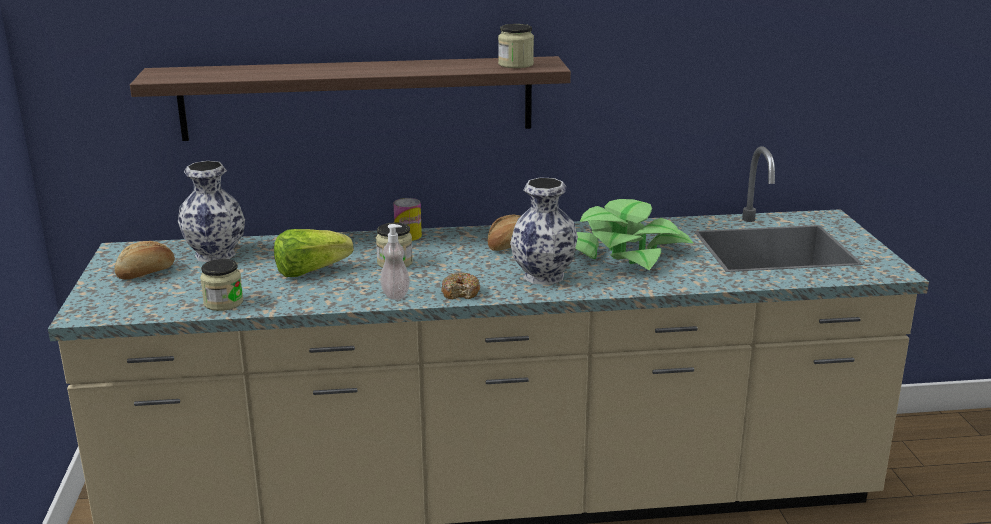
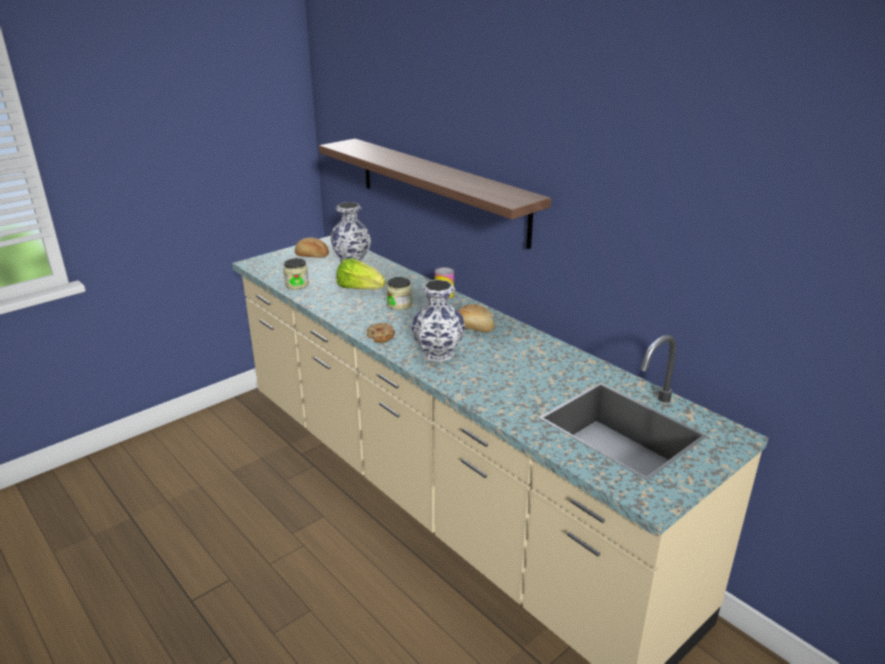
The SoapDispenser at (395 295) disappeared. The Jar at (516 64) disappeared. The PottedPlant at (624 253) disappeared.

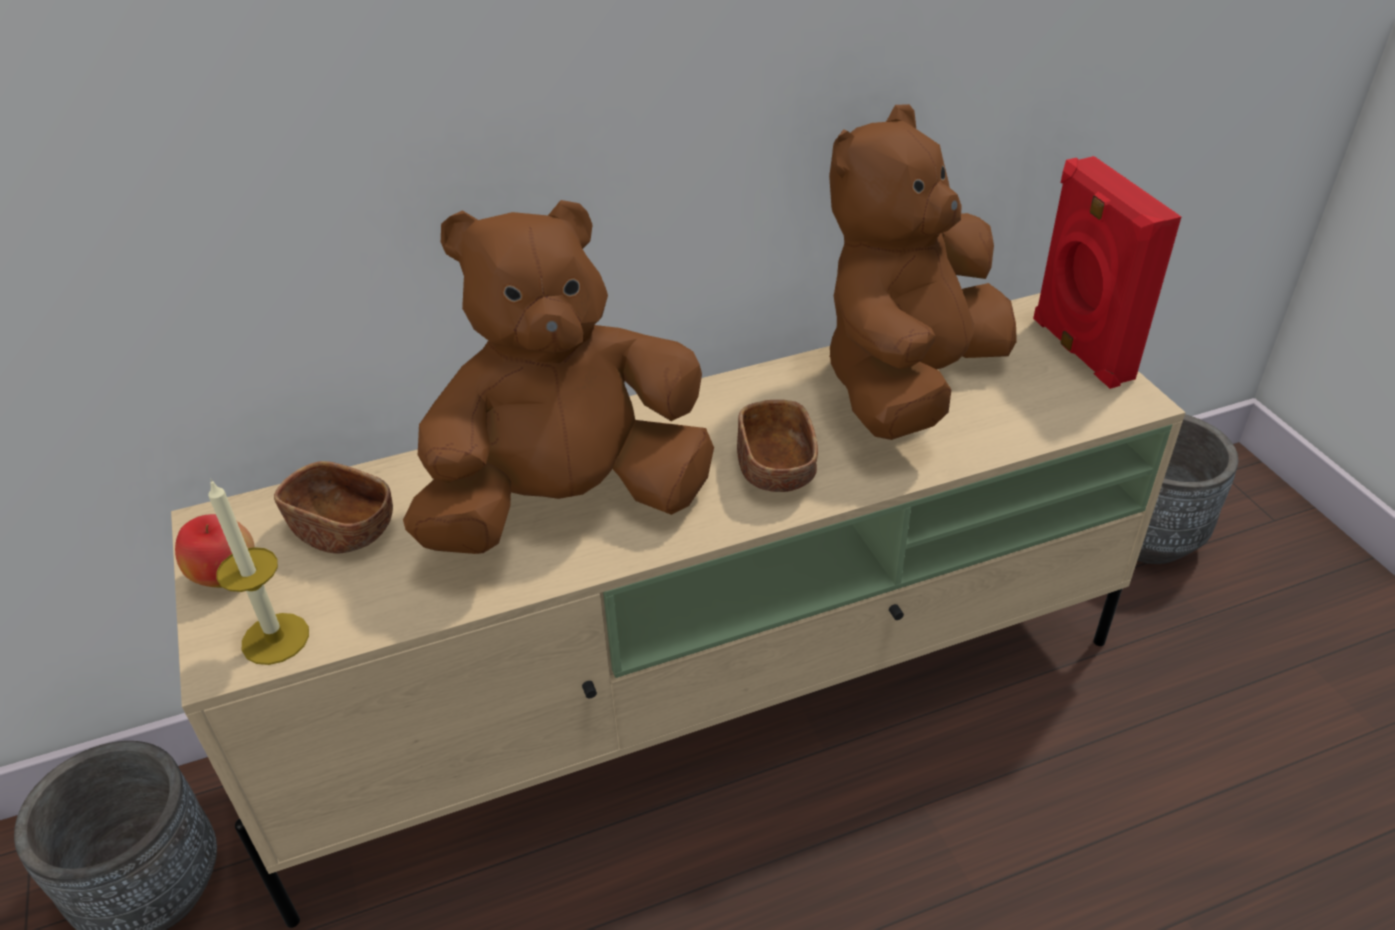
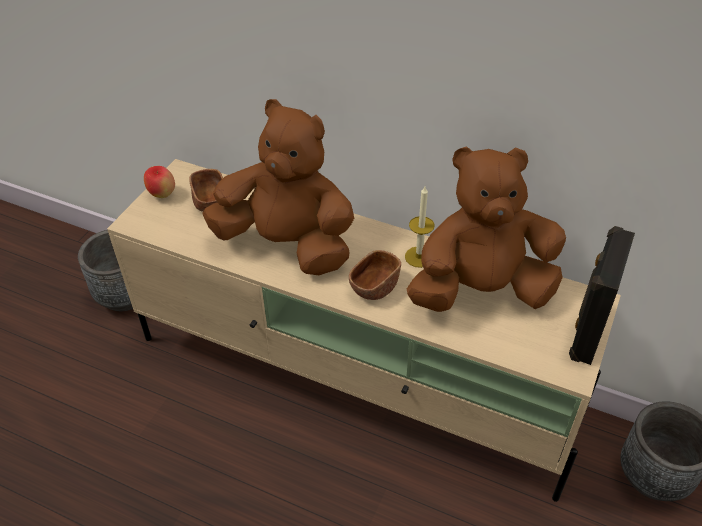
The Candle moved from (275 638) to (419 257). The RedSpeaker at (1078 350) became the BlackSpeaker at (586 332).

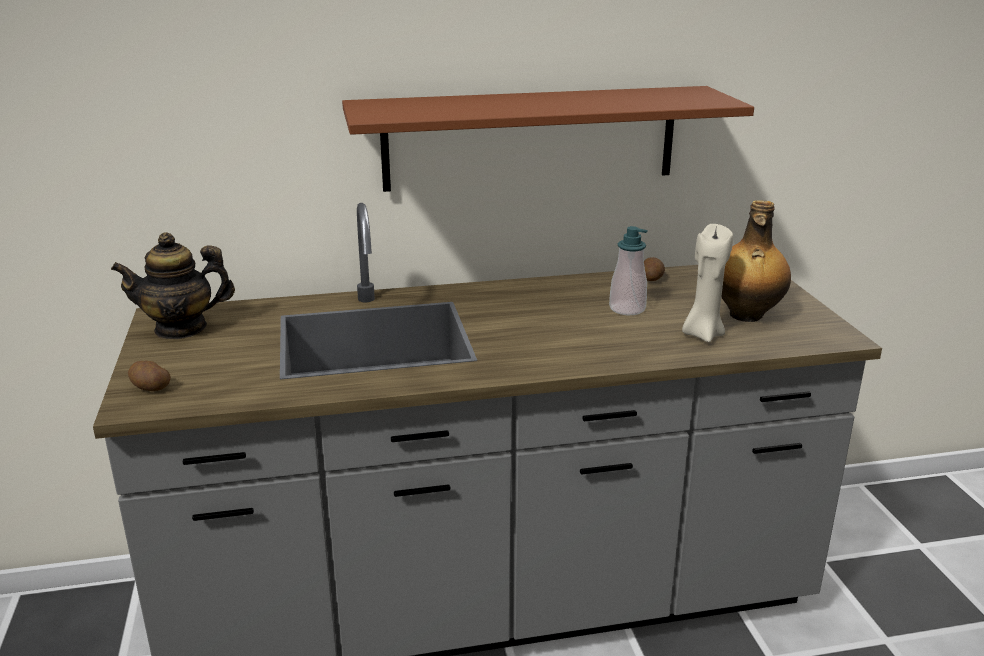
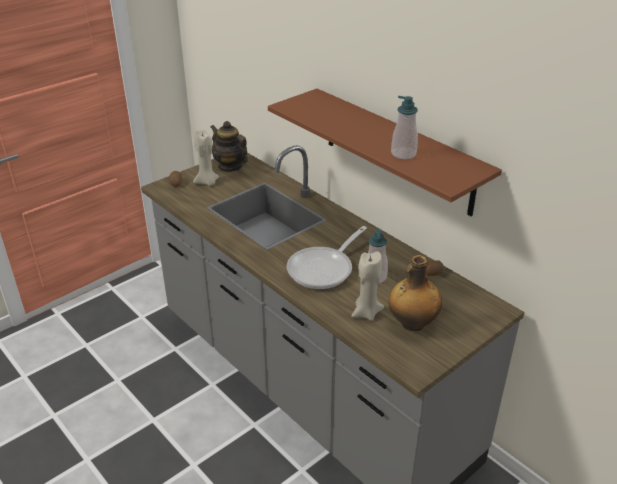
The BeigeCandle at (207 182) appeared. The FryingPan at (324 269) appeared. The SoapDispenser at (403 154) appeared.

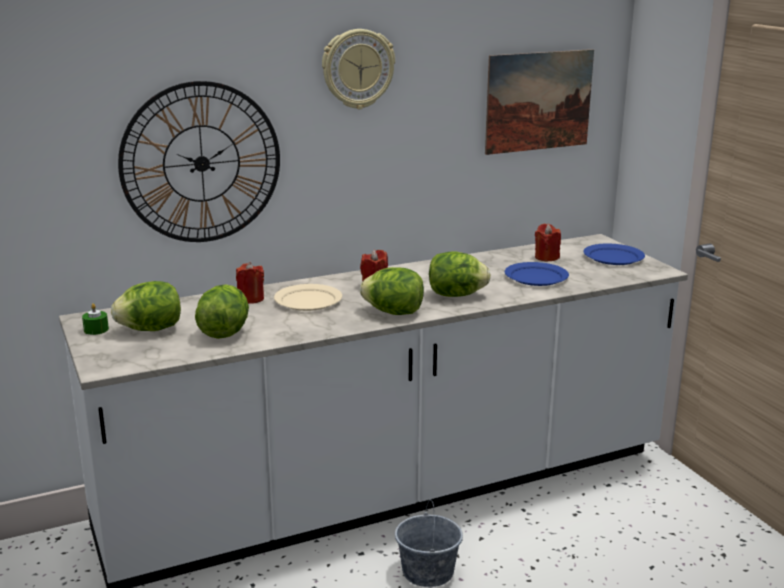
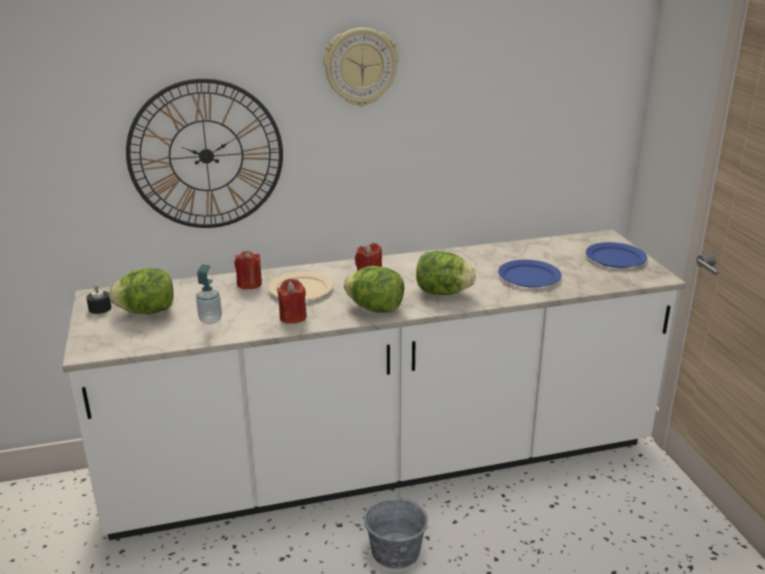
The GreenCandle at (96 329) became the BlackCandle at (100 308). The Lettuce at (224 332) was replaced by the SoapDispenser at (210 320). The RedCandle moved from (546 257) to (293 317). The Picture at (538 101) disappeared.

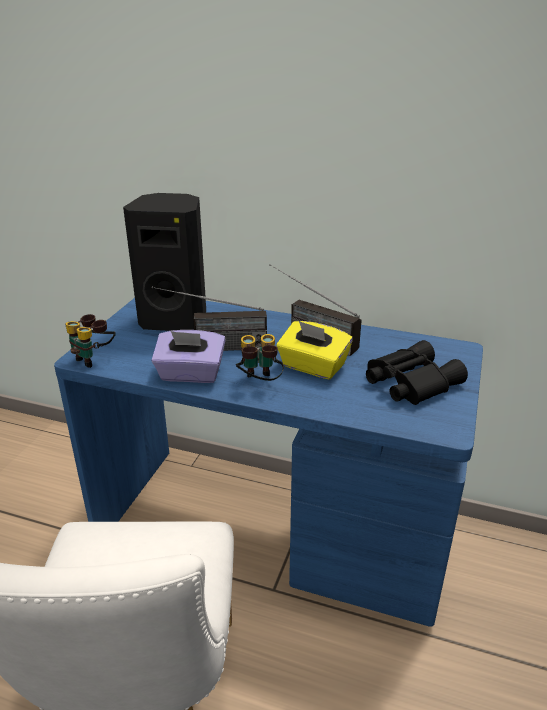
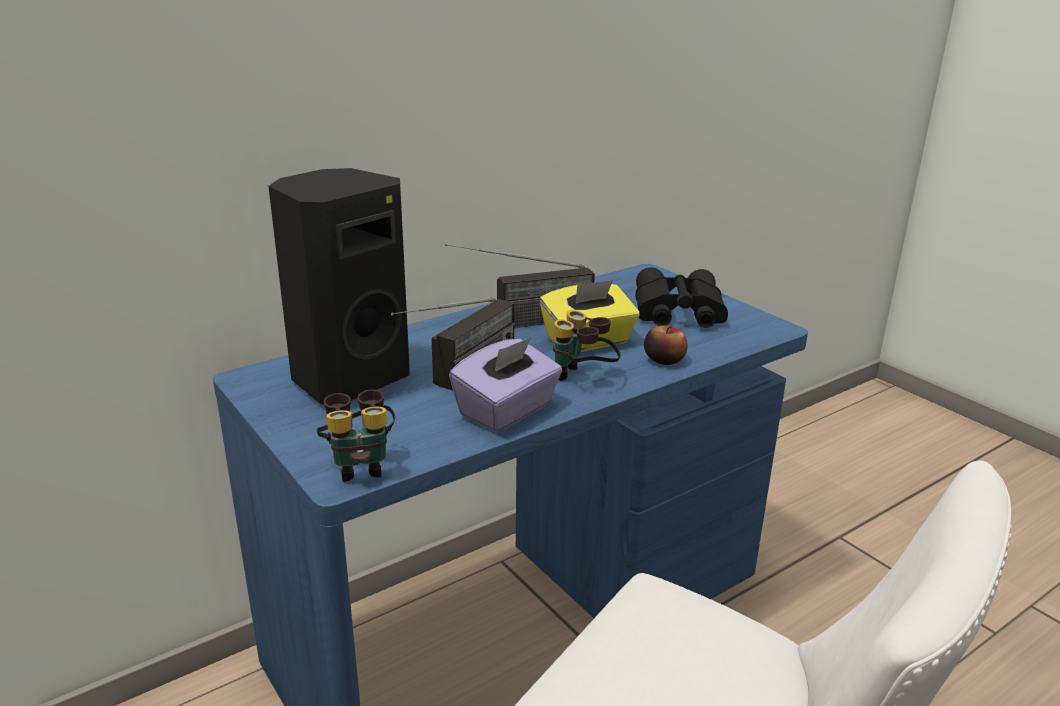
The Apple at (664 359) appeared.

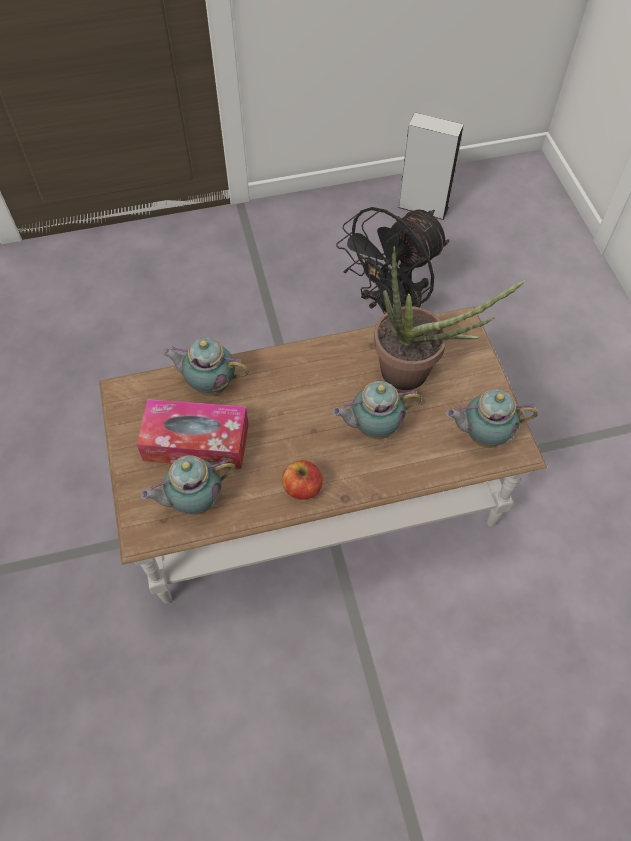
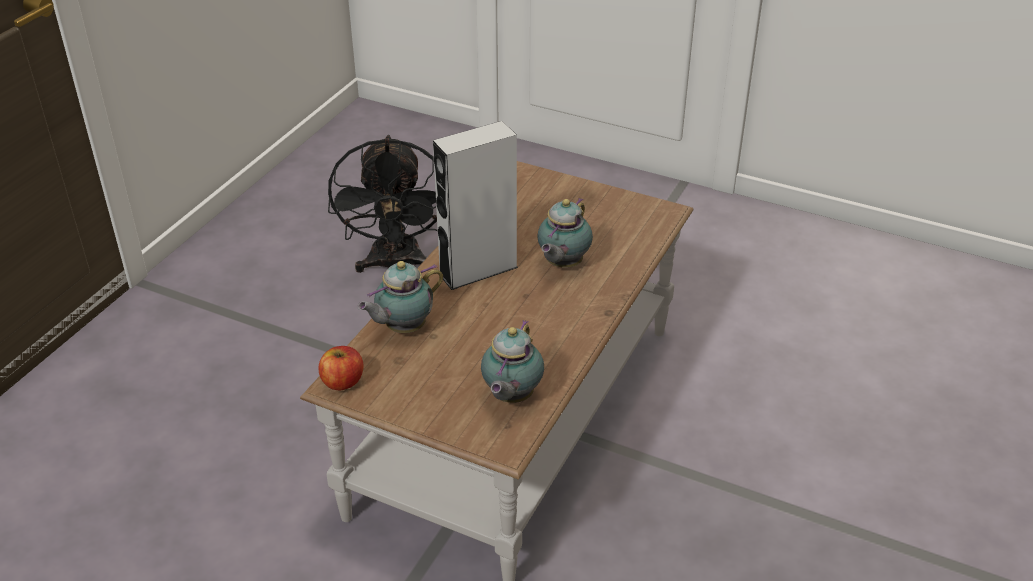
The Apple moved from (302 487) to (342 382). The GreySpeaker moved from (423 207) to (478 270). The TissueBox at (196 442) disappeared. The PottedPlant at (415 375) disappeared. The Teapot at (482 435) disappeared.

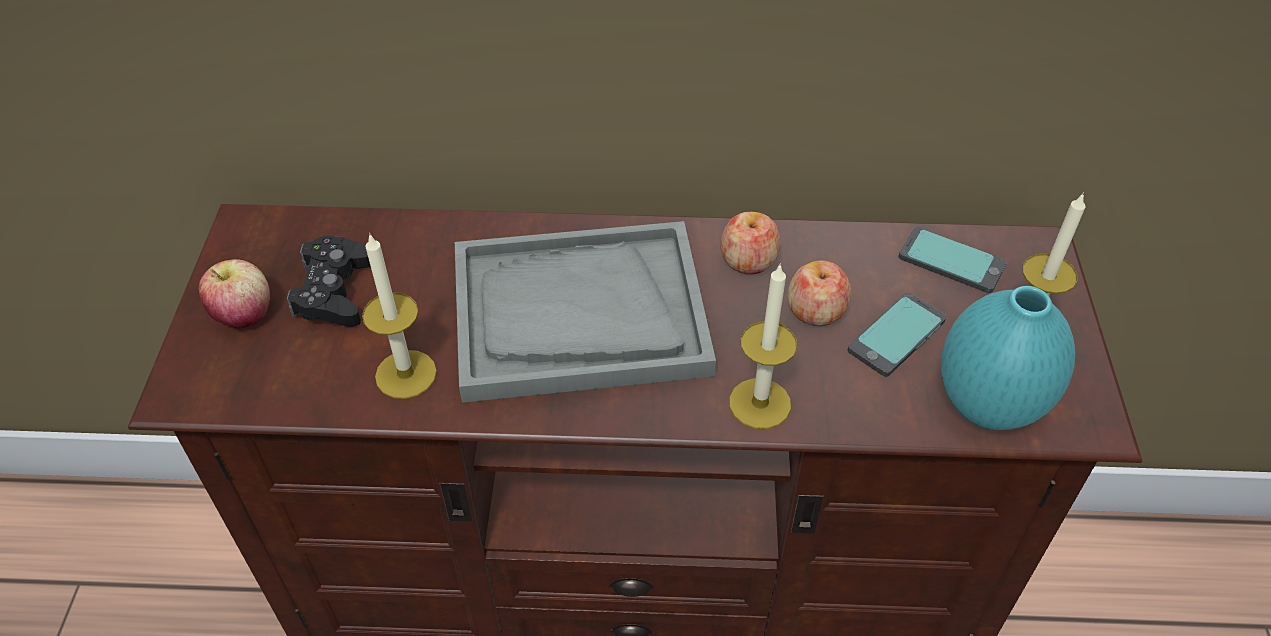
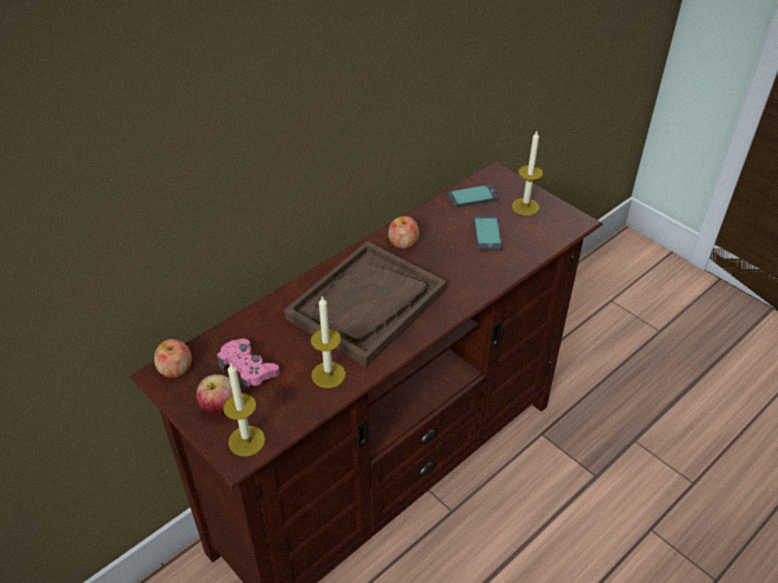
The Apple moved from (815 311) to (175 368). The BlackGameController at (334 291) became the PinkGameController at (248 369). The Candle moved from (760 403) to (246 441). The GreyTray at (579 315) became the BrownTray at (367 305). The TurquoiseVase at (988 406) disappeared.

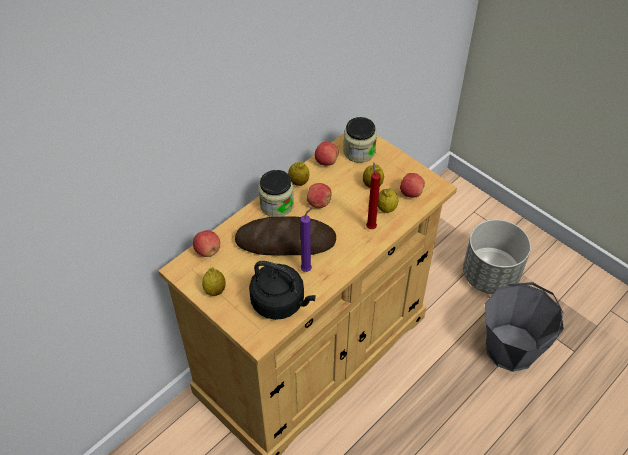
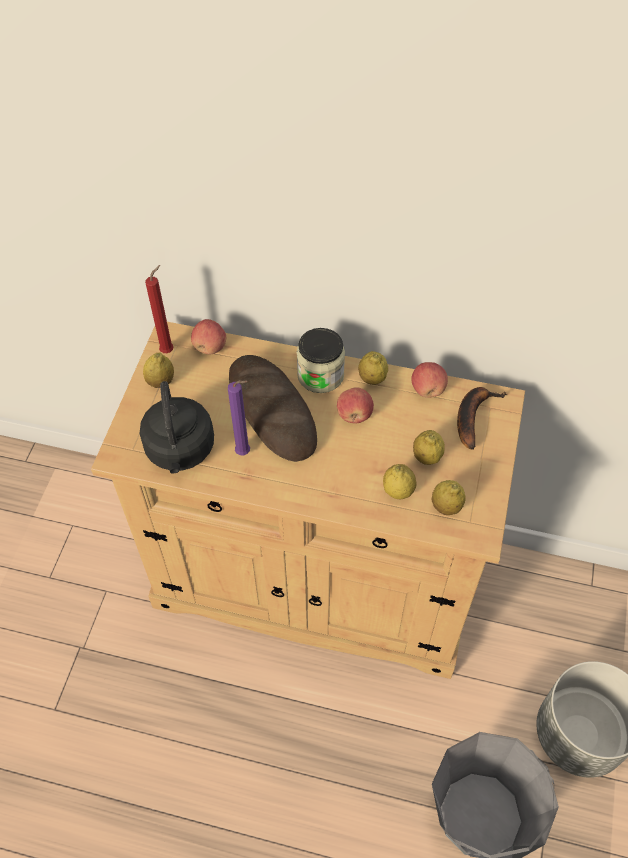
The RedCandle moved from (370 226) to (169 350). The Apple at (411 193) was replaced by the Lemon at (446 506). The Jar at (359 151) was replaced by the Banana at (472 415).

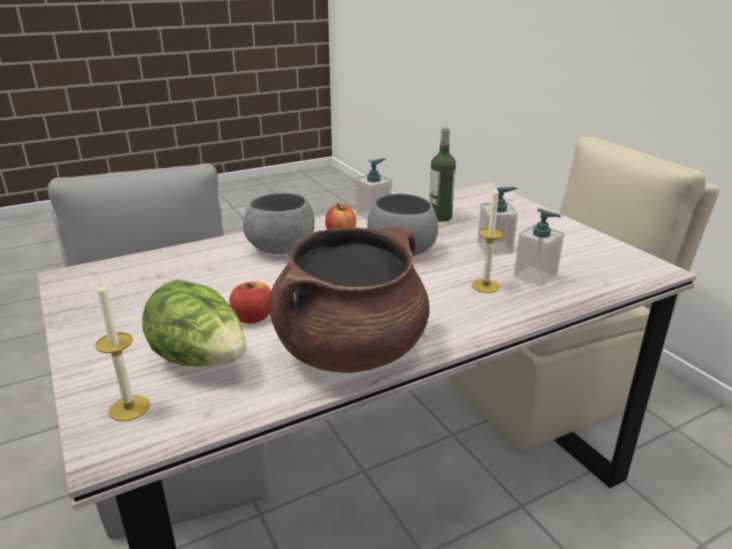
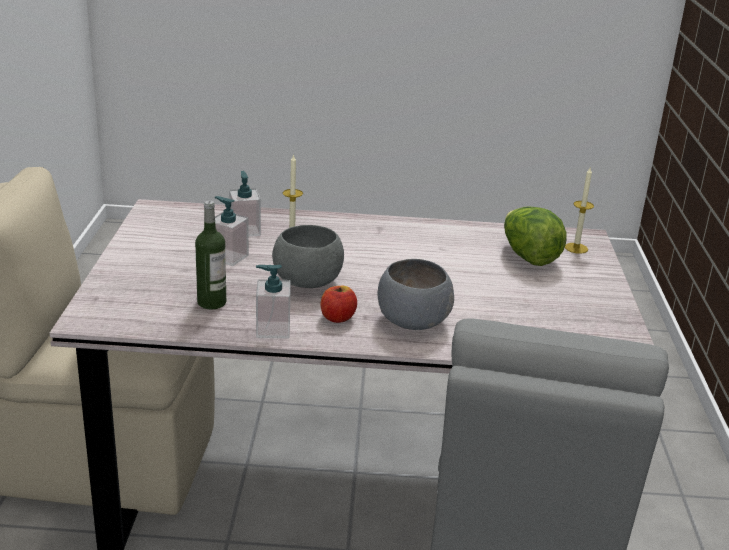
The Apple at (253 317) disappeared. The BrownCookingPot at (350 350) disappeared.

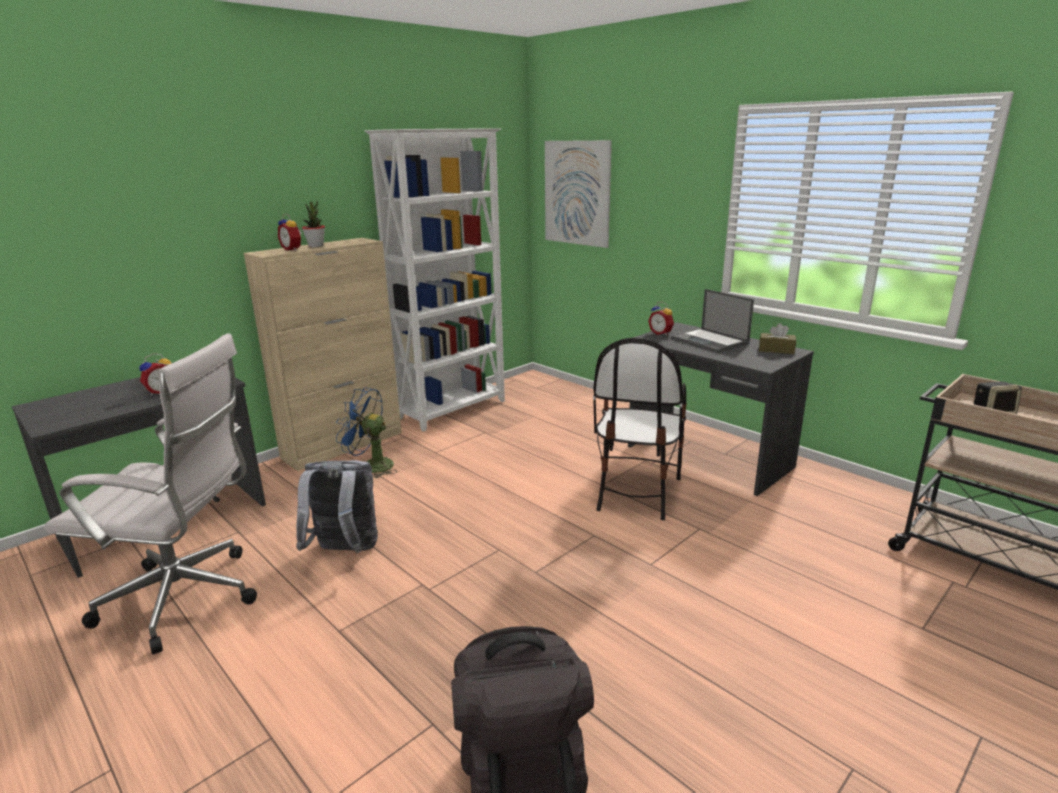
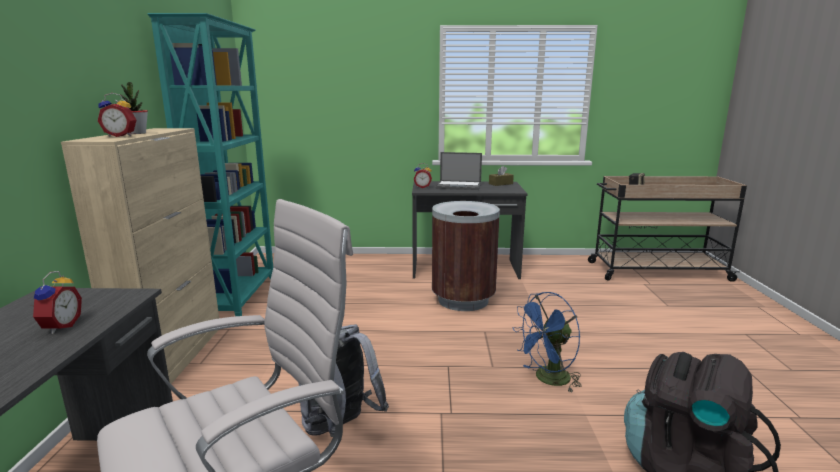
The WhiteBookcase at (454 410) became the TurquoiseBookcase at (240 296). The Chair at (635 492) was replaced by the BrownTrashCan at (463 300). The BlueFan moved from (371 466) to (547 380). The Picture at (577 193) disappeared.

